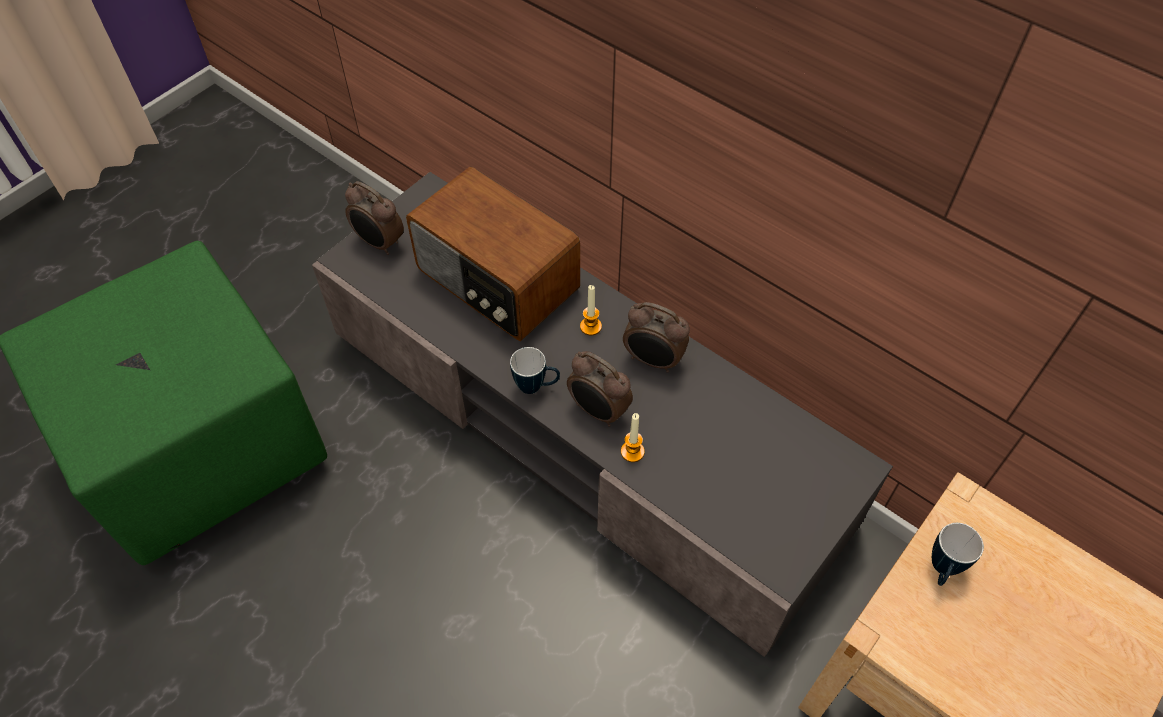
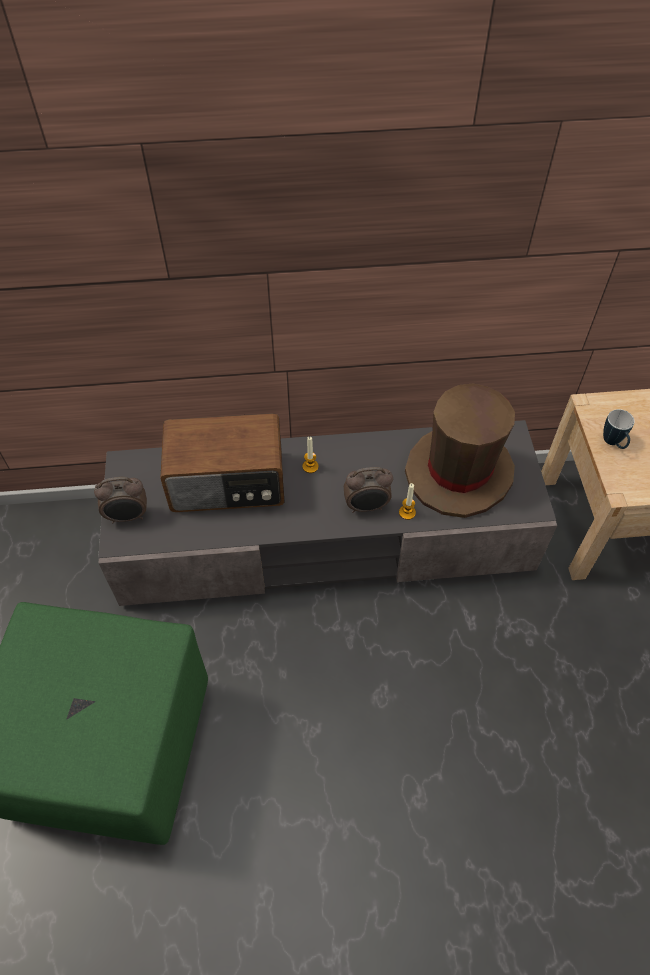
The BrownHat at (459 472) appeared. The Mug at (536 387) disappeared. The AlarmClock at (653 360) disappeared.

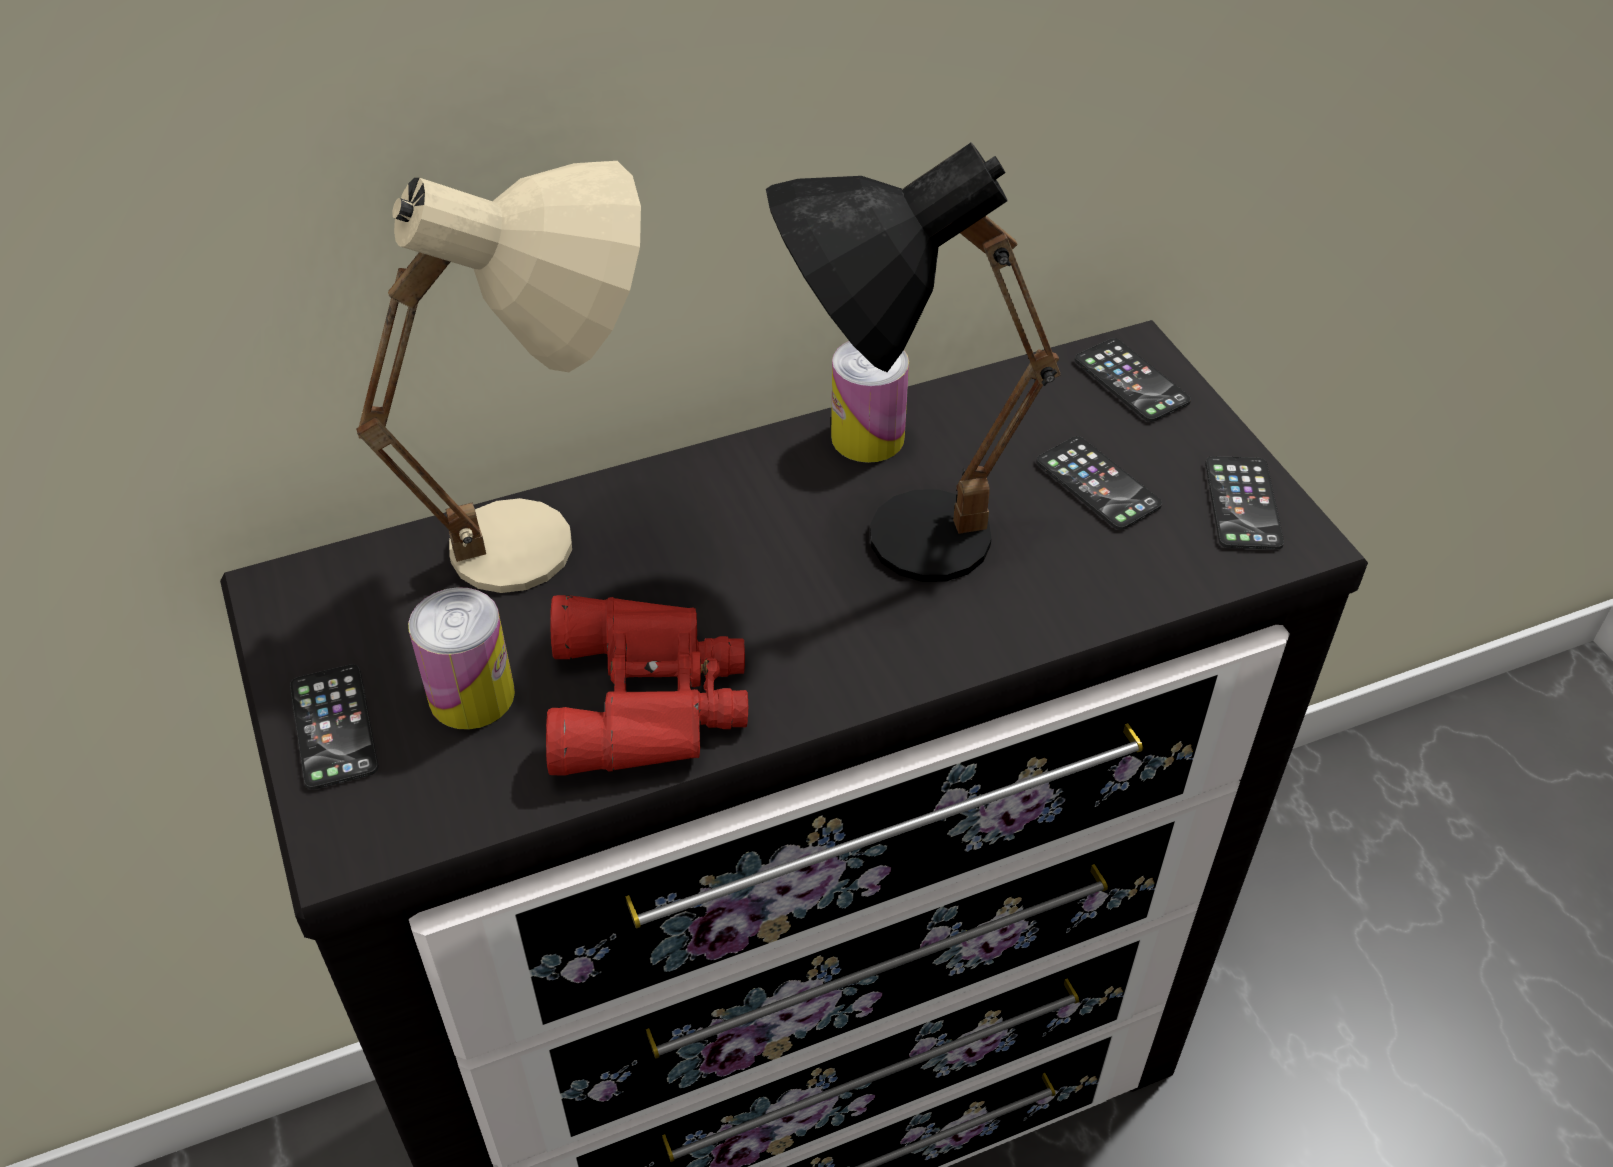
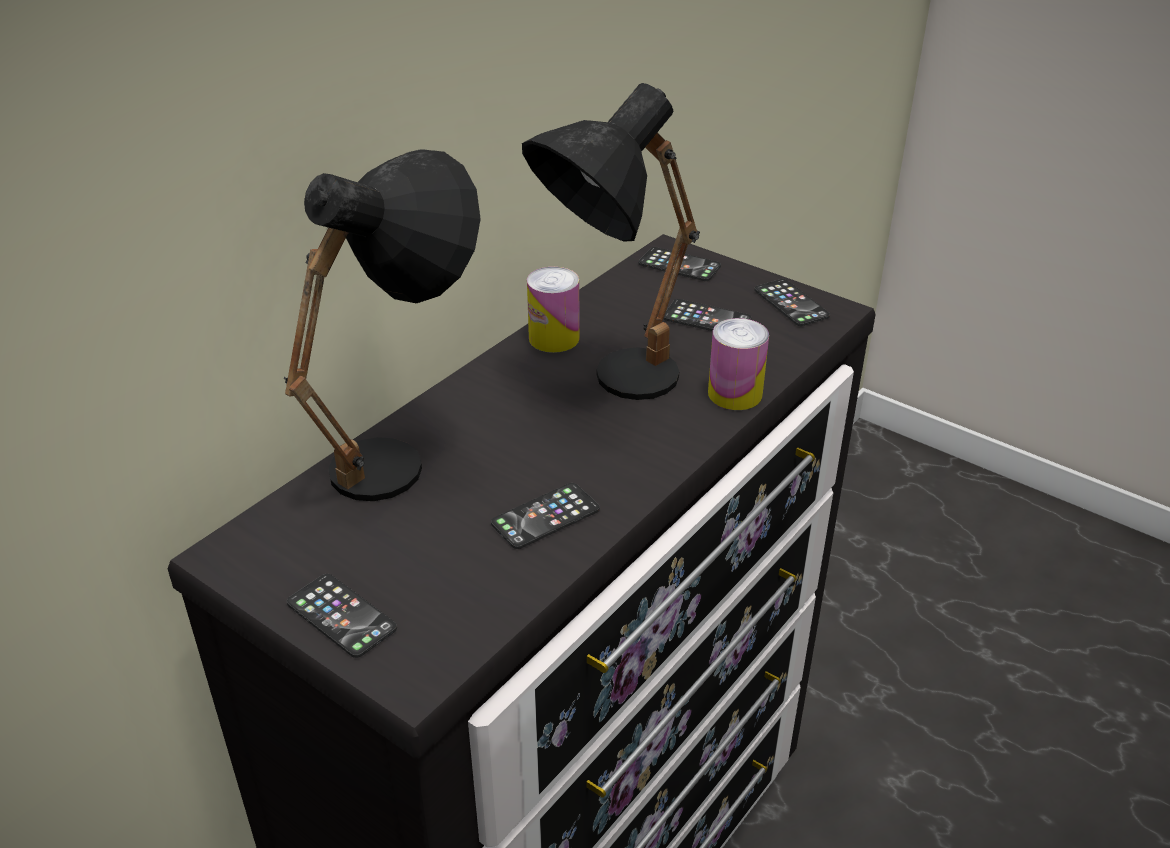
The BeigeTableLamp at (559 542) became the BlackTableLamp at (406 456). The RedBinoculars at (651 698) was replaced by the Phone at (545 516). The Can moved from (471 695) to (735 394).

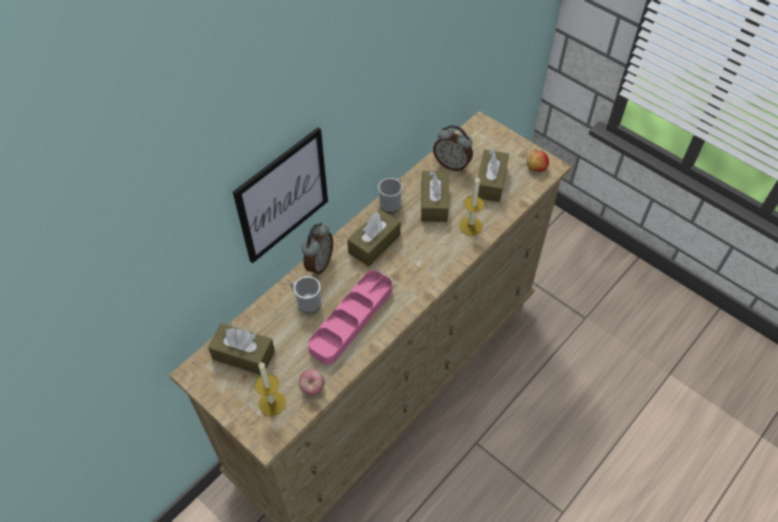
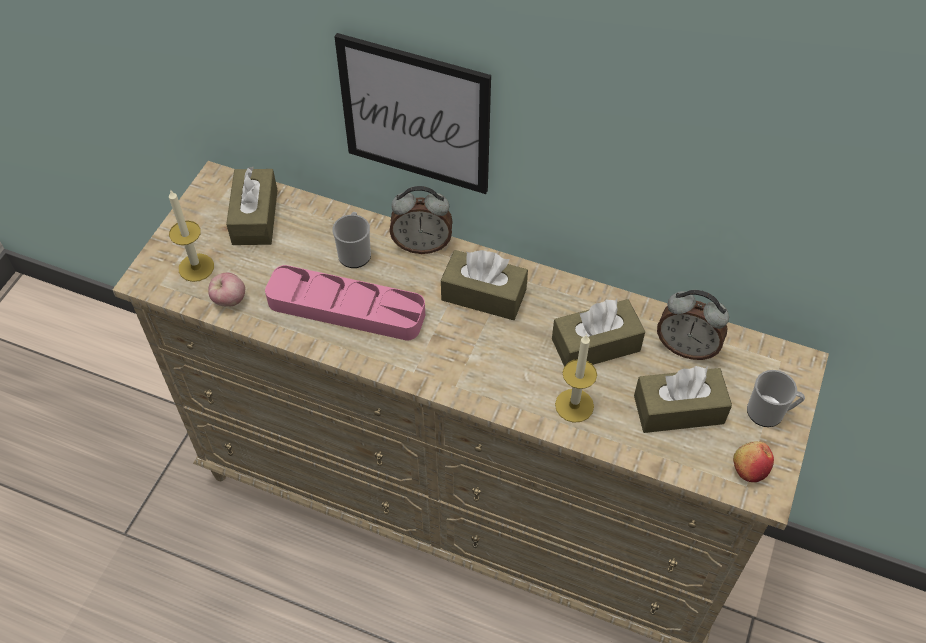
The AlarmClock at (452 164) turned 75 degrees counterclockwise. The Mug moved from (391 203) to (769 412).

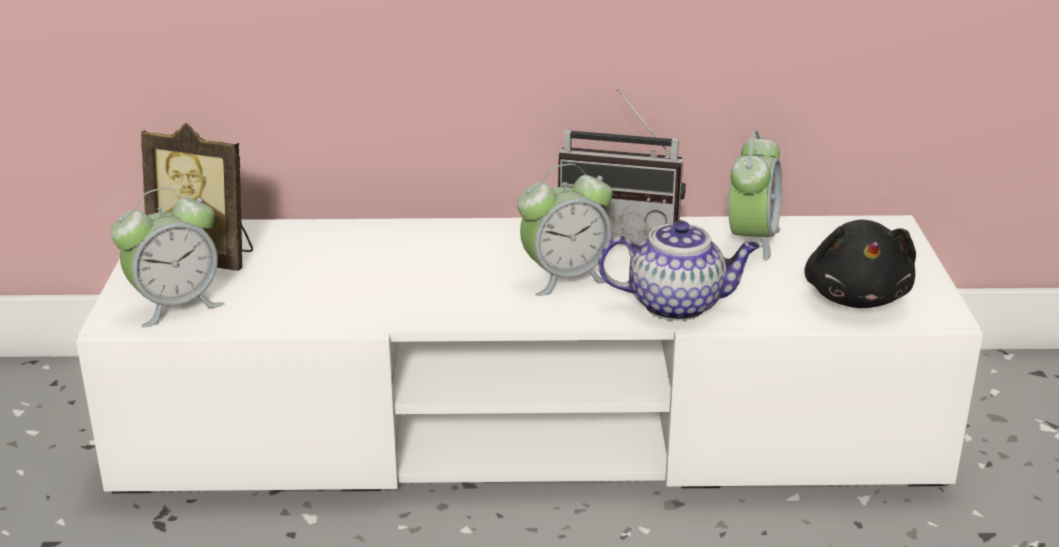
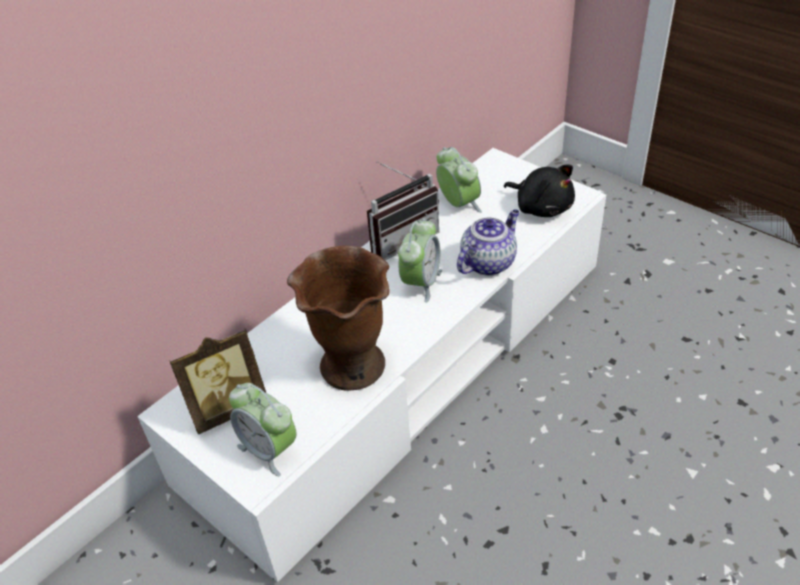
The AlarmClock at (175 305) turned 120 degrees clockwise. The BrownVase at (352 366) appeared.

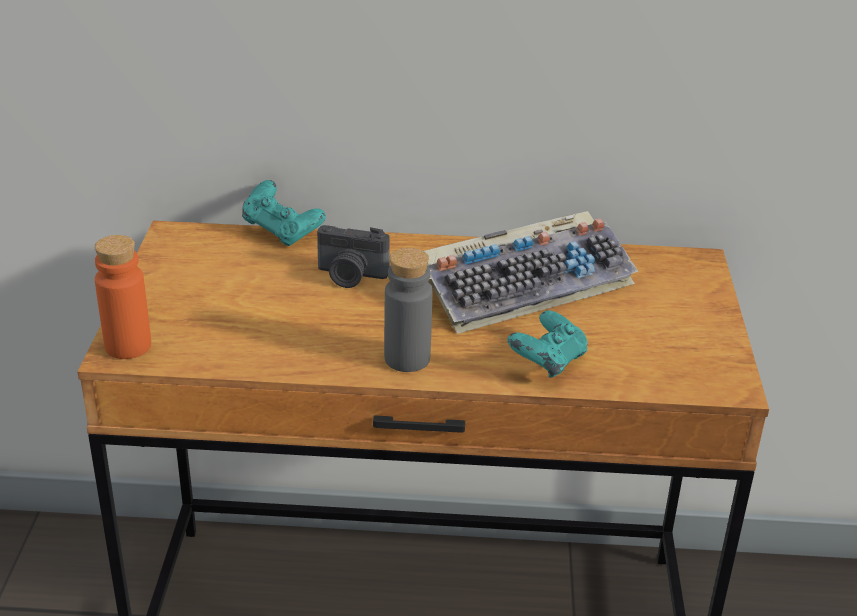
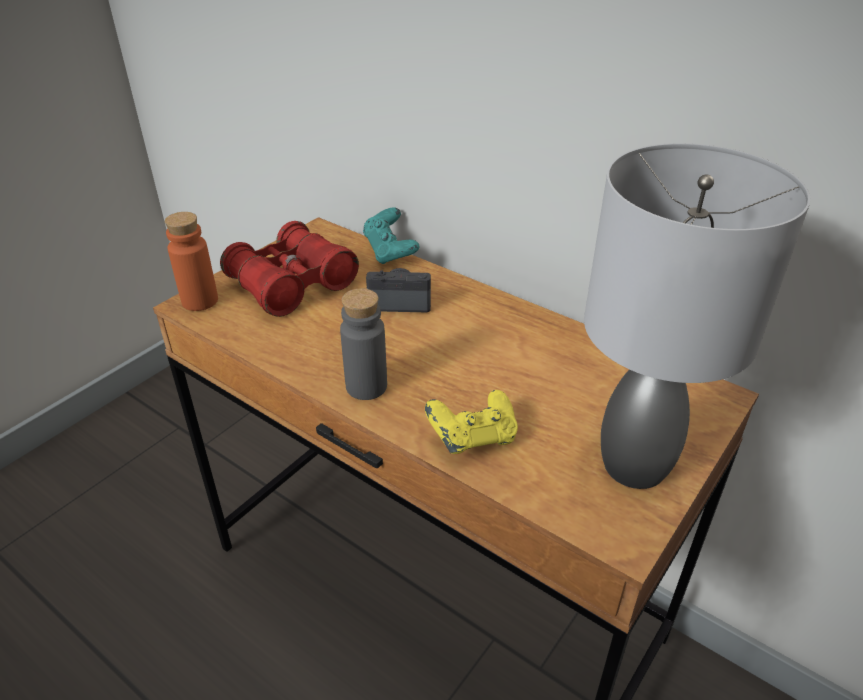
The RedBinoculars at (292 284) appeared. The PhotoCamera at (350 276) turned 135 degrees clockwise. The TurquoiseGameController at (547 363) became the YellowGameController at (473 438). The GreyTableLamp at (633 463) appeared. The Keyboard at (526 284) disappeared.

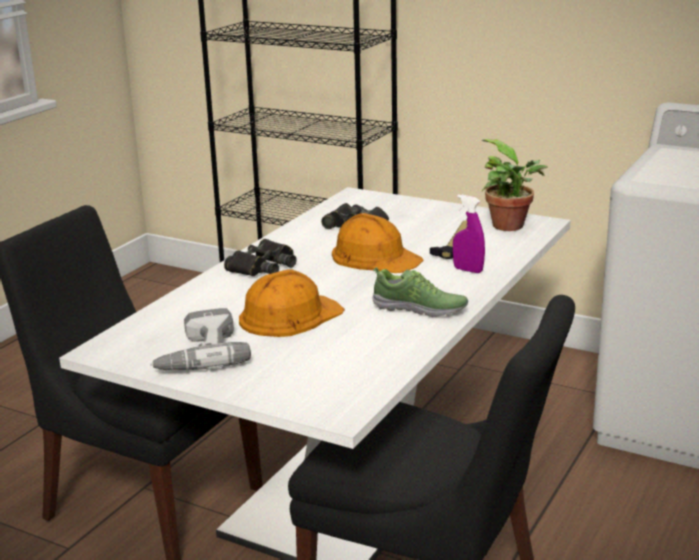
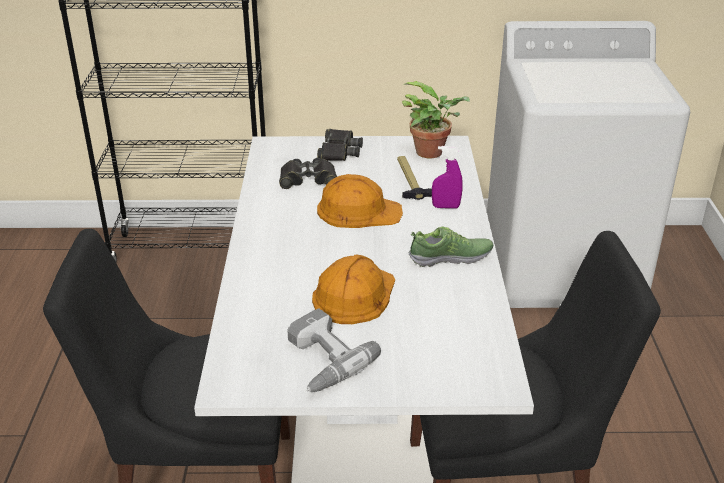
The BlackBinoculars moved from (263 266) to (339 151).

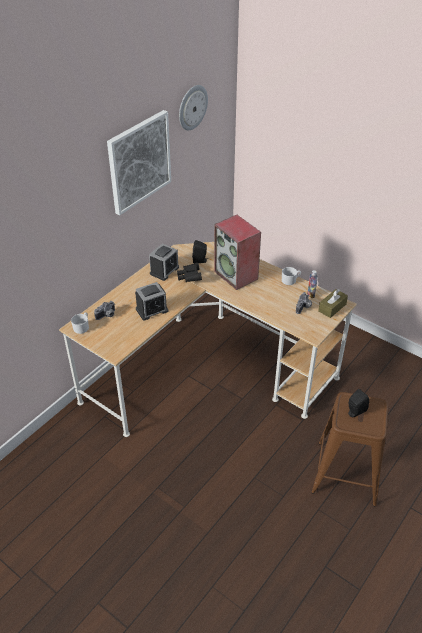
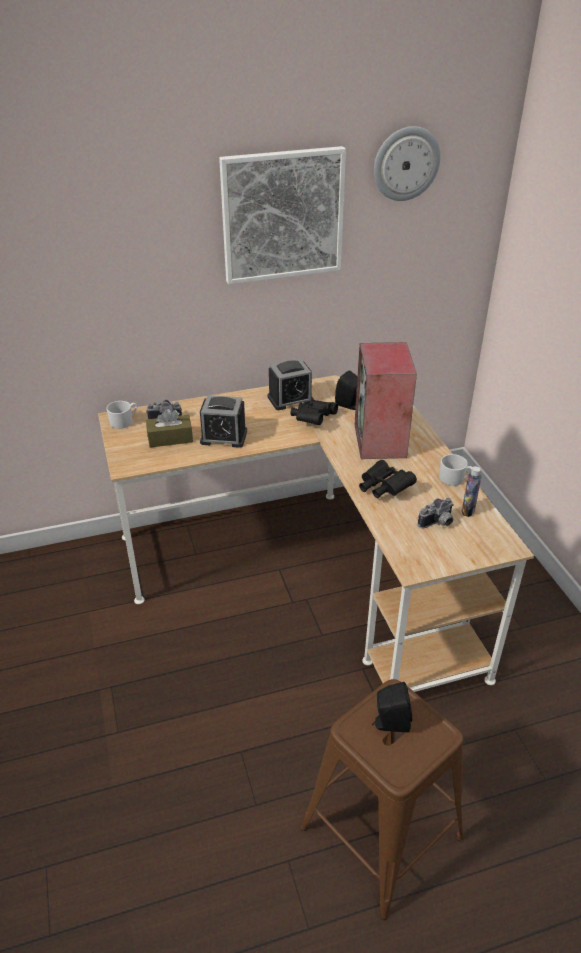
The BrownTissueBox moved from (332 308) to (170 438). The BlackBinoculars at (383 488) appeared.

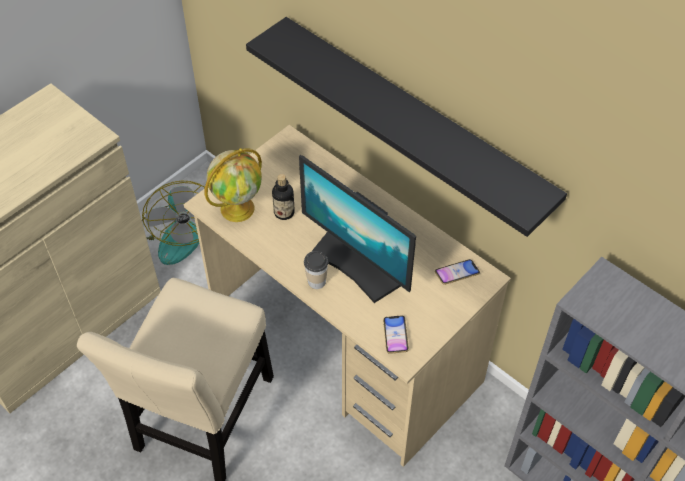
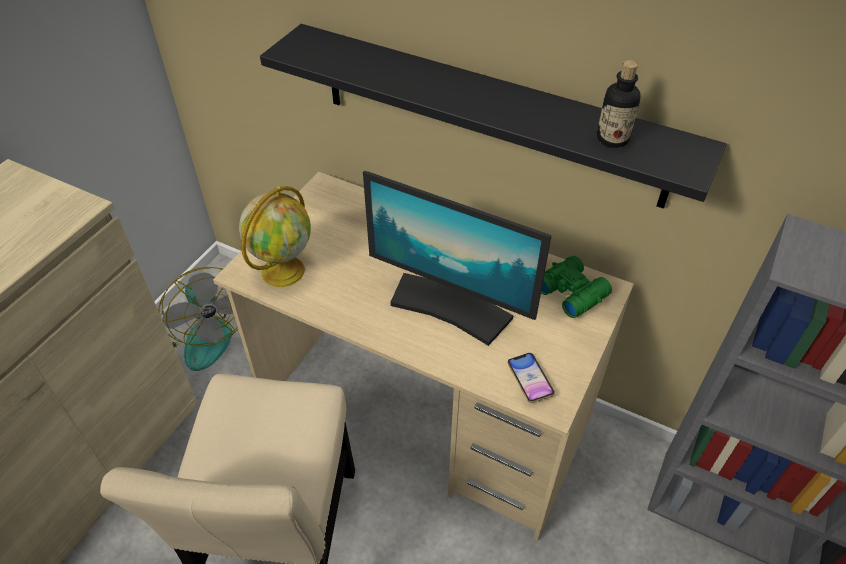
The Phone at (457 273) was replaced by the GreenBinoculars at (571 291). The Bottle moved from (284 212) to (612 139). The Cup at (316 281) disappeared.

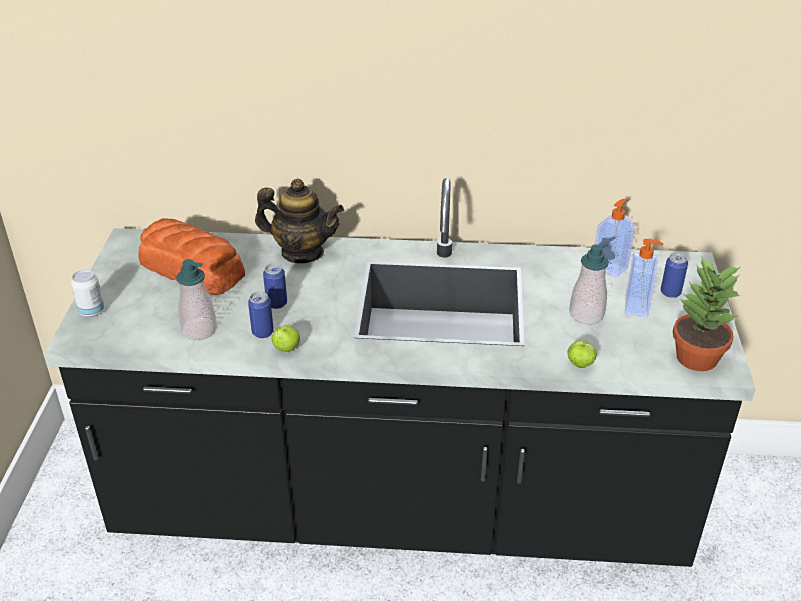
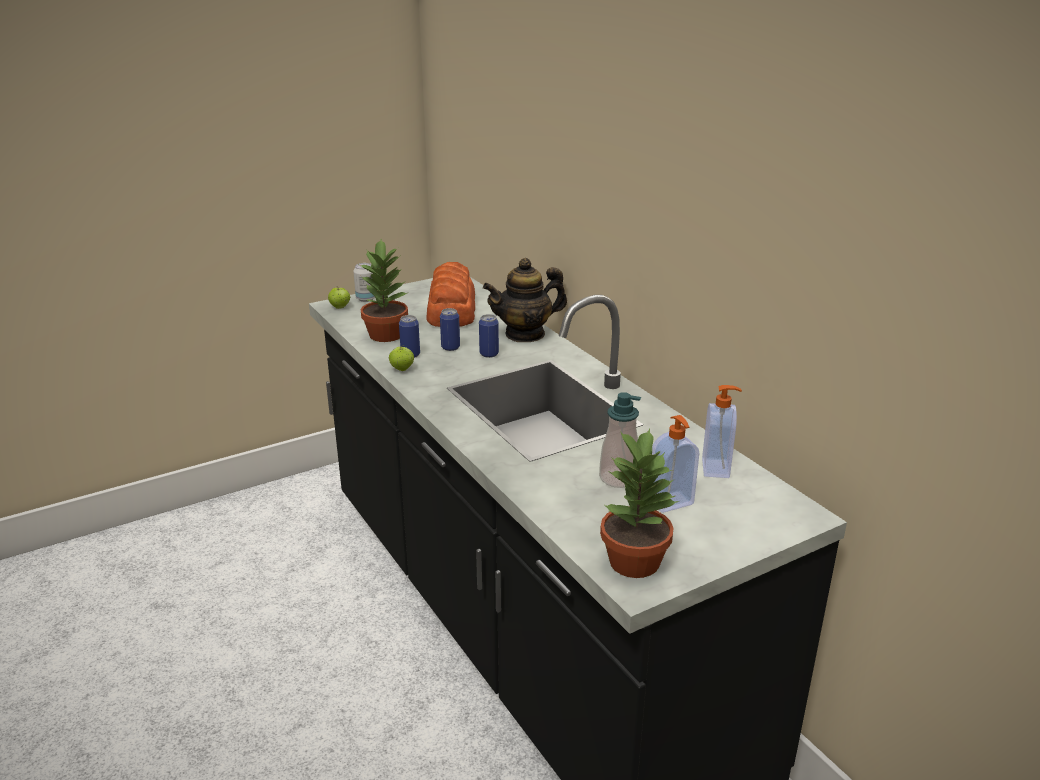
The Apple moved from (580 364) to (340 307). The SoapDispenser at (199 330) was replaced by the PottedPlant at (387 335). The Can moved from (670 292) to (489 354). The Teapot at (302 252) turned 90 degrees clockwise.

